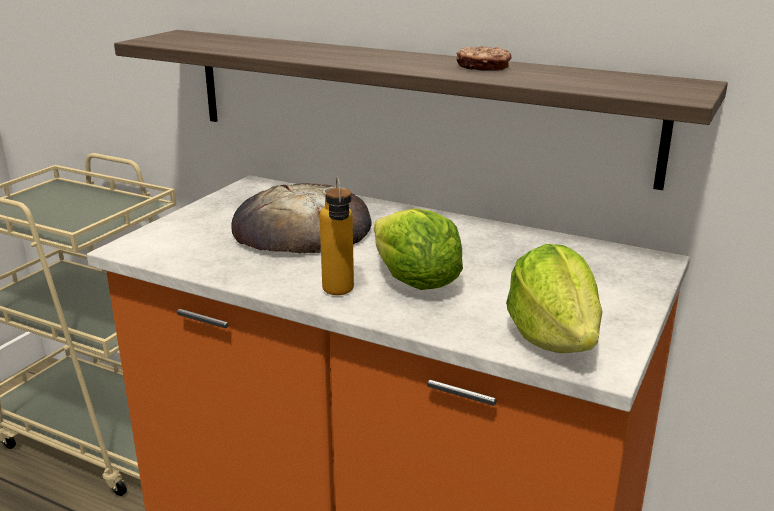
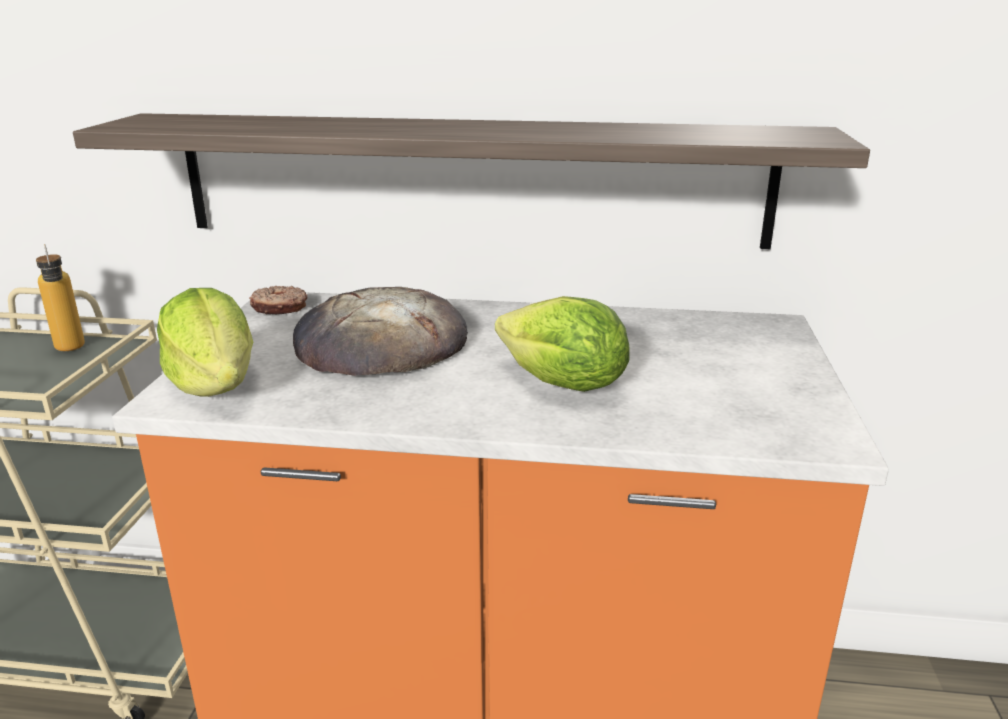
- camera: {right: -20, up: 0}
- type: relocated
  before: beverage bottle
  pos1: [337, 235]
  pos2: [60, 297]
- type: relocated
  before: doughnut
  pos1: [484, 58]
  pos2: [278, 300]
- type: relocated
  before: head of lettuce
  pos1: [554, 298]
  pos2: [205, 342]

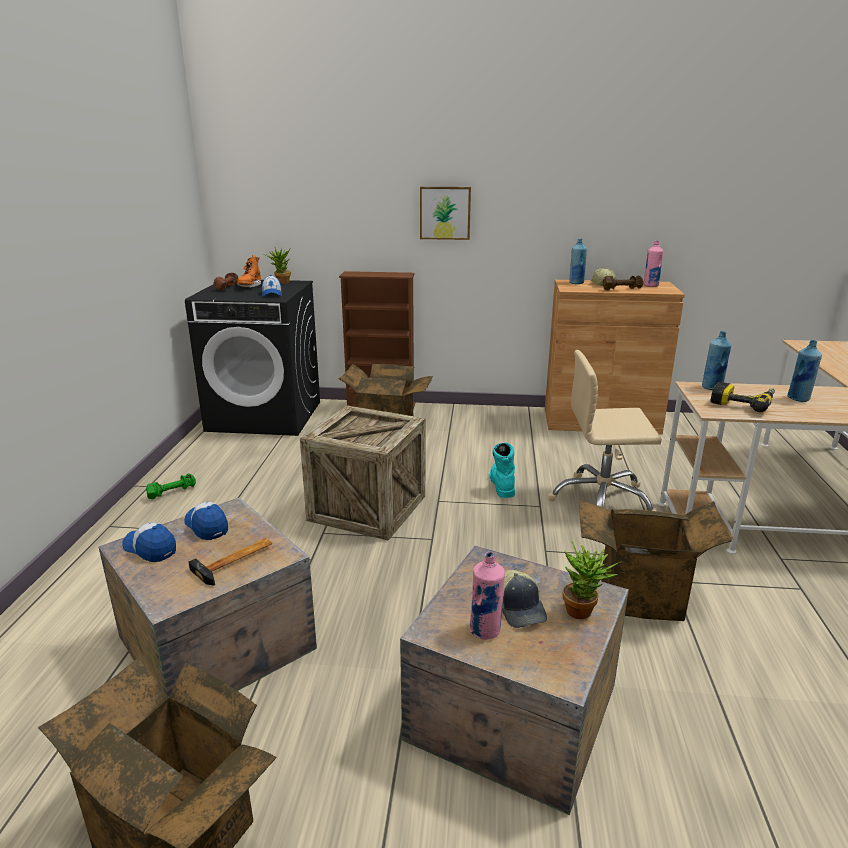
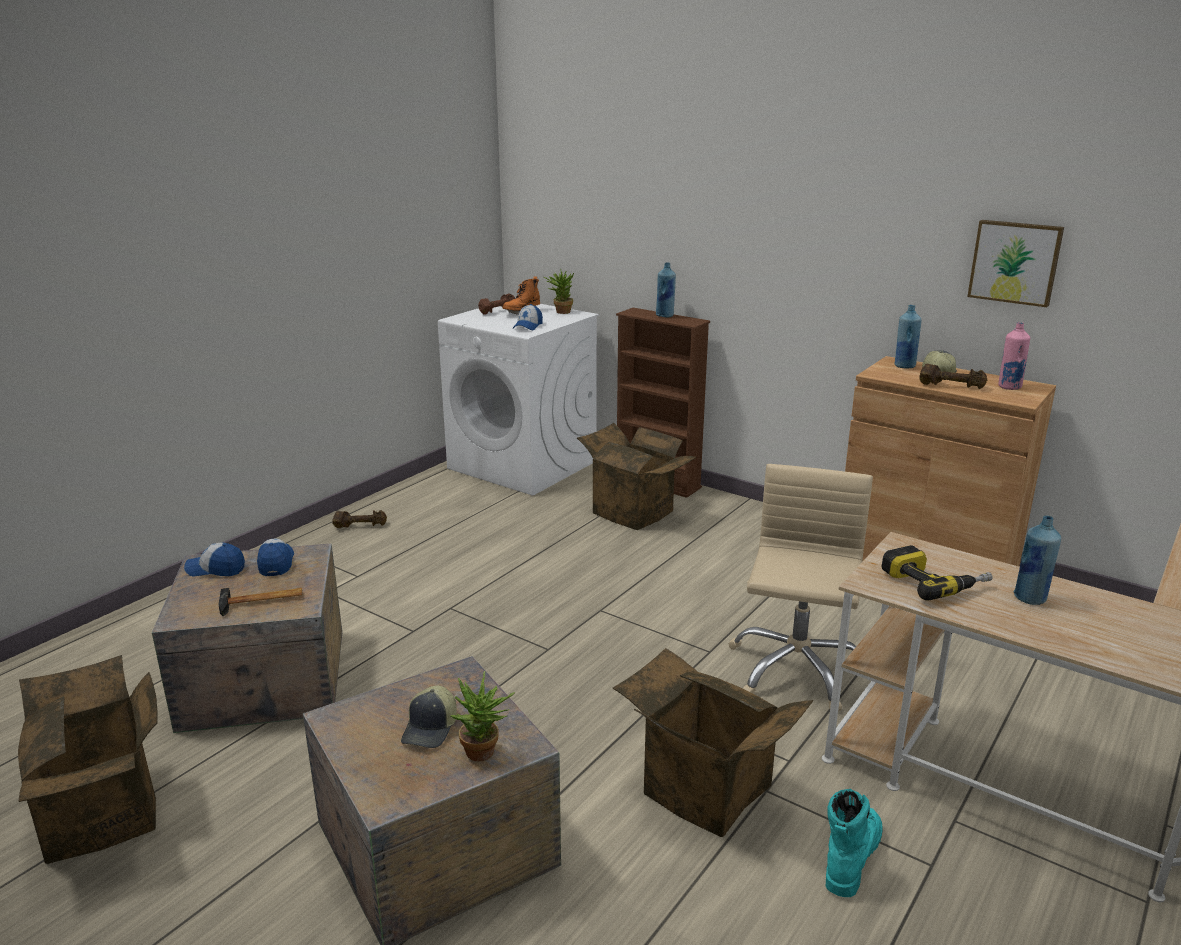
- camera: {right: 30, up: 0}
- type: missing
  before: crate
  pos1: [362, 473]
- type: missing
  before: beverage bottle (pinkish)
  pos1: [487, 596]
- type: relocated
  before: wall picture
  pos1: [445, 213]
  pos2: [1015, 263]
- type: relocated
  before: boot (blue-green)
  pos1: [502, 470]
  pos2: [854, 843]
- type: relocated
  before: beverage bottle (blue-coloured)
  pos1: [716, 360]
  pos2: [666, 289]
- type: colour
  before: free weight (green)
  after: free weight (brownish)
  pos1: [171, 486]
  pos2: [359, 519]
- type: colour
  before: laundry appliance (black)
  after: laundry appliance (whitish)
  pos1: [252, 358]
  pos2: [518, 400]
- type: spun
  before: baseball cap
  pos1: [149, 542]
  pos2: [214, 560]
  turn: -60
- type: spun
  before: computer chair (beige)
  pos1: [605, 430]
  pos2: [801, 587]
  turn: 75

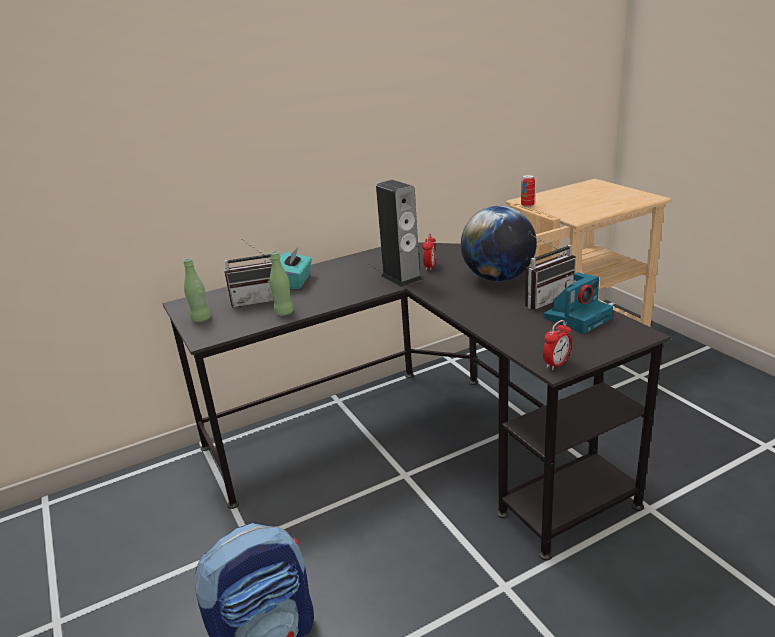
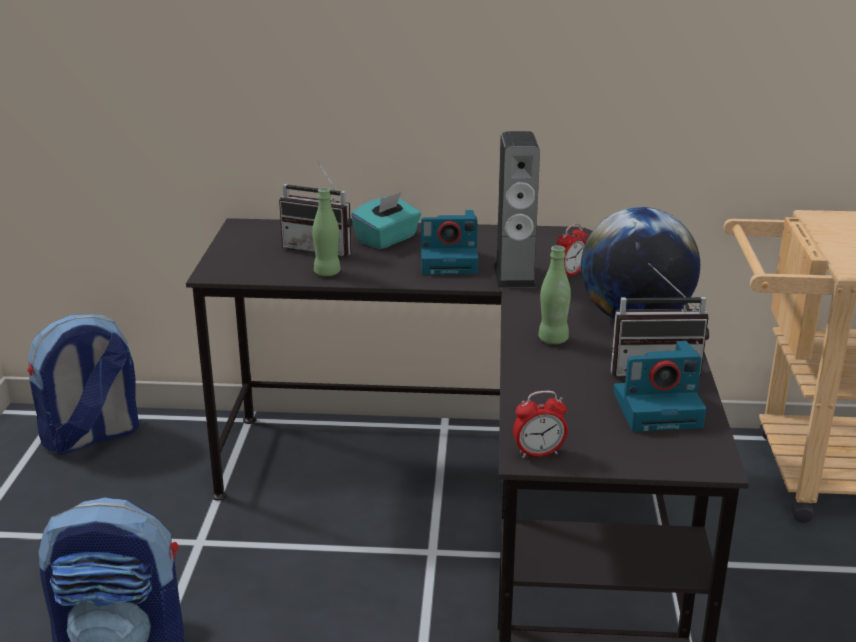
- camera: {right: 30, up: 0}
- type: missing
  before: sealed can
  pos1: [528, 191]
- type: appeared
  after: backpack
  pos2: [83, 384]
- type: appeared
  after: photo camera
  pos2: [449, 242]
- type: relocated
  before: beverage bottle (green)
  pos1: [197, 290]
  pos2: [554, 294]

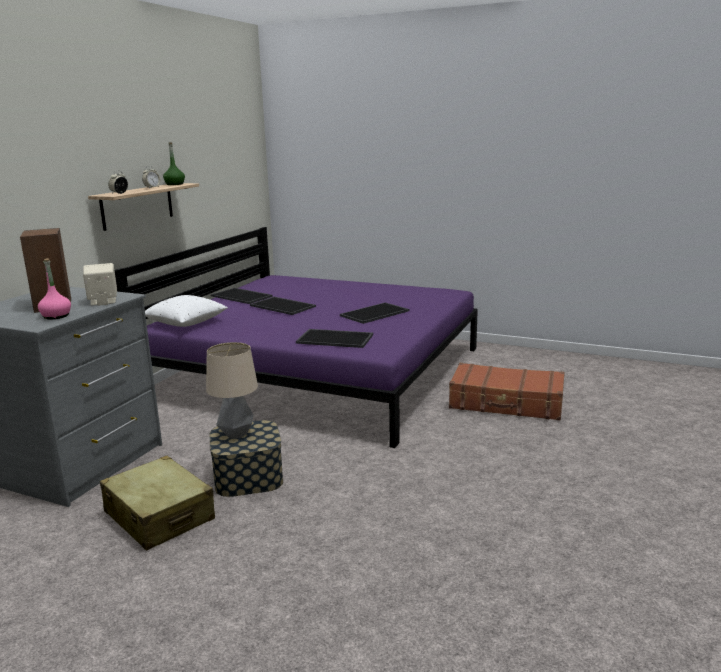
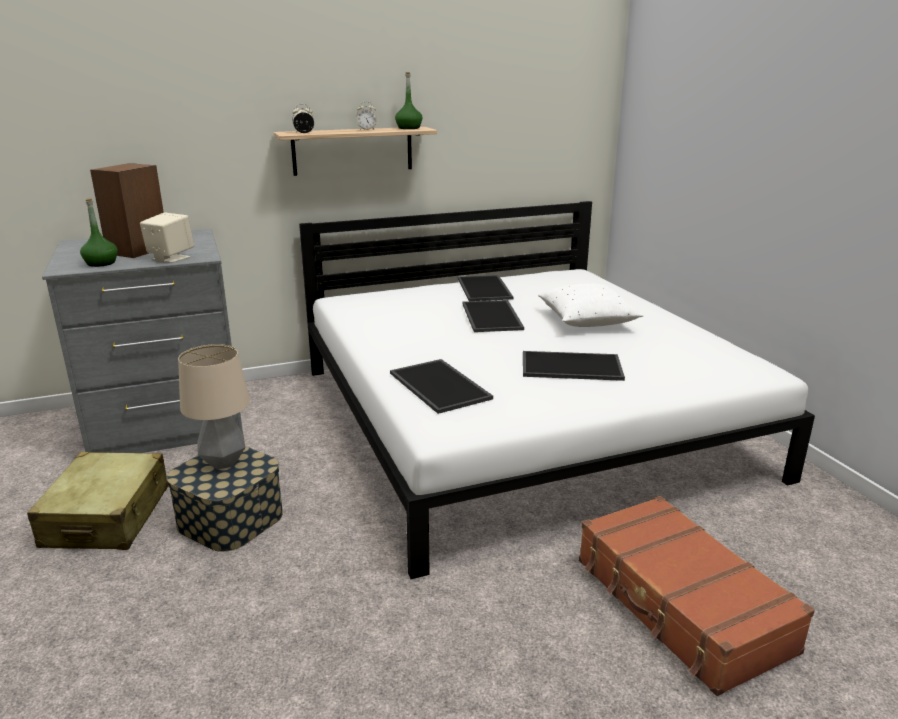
- camera: {right: 45, up: 5}
- type: relocated
  before: throw pillow (whitish)
  pos1: [186, 311]
  pos2: [591, 305]
- type: colour
  before: beverage bottle (pinkish)
  after: beverage bottle (green)
  pos1: [54, 288]
  pos2: [99, 232]
- type: colour
  before: bed (purple-coloured)
  after: bed (whitish)
  pos1: [296, 337]
  pos2: [557, 390]

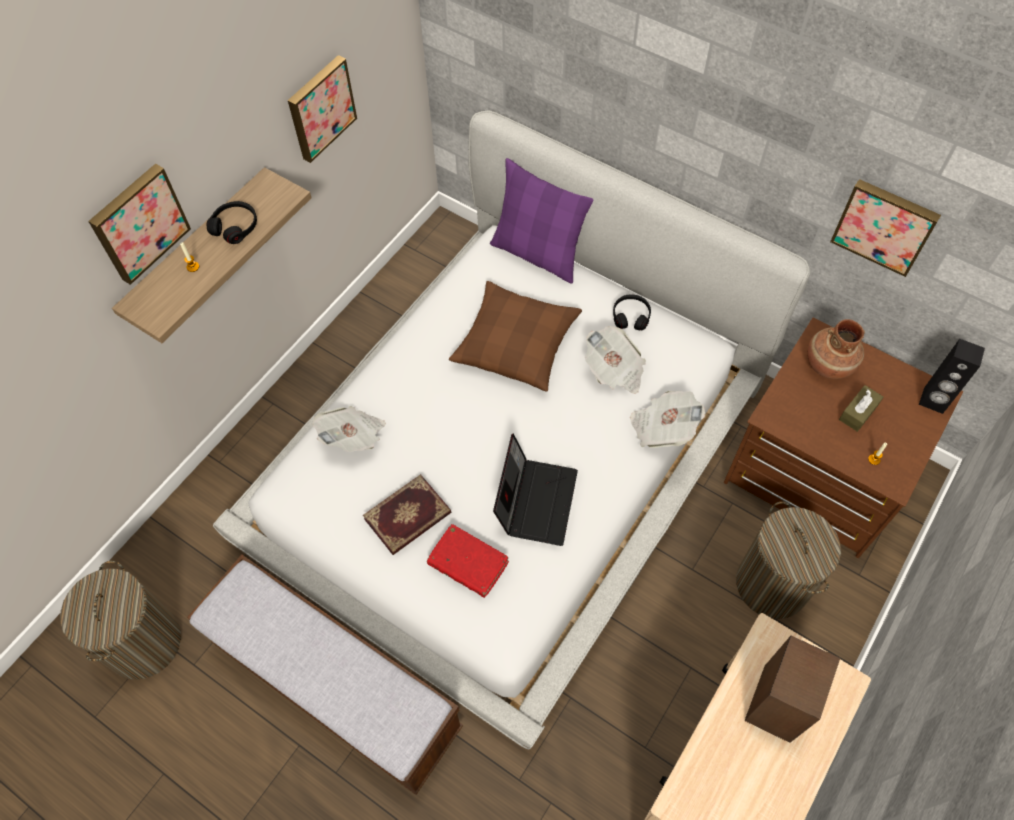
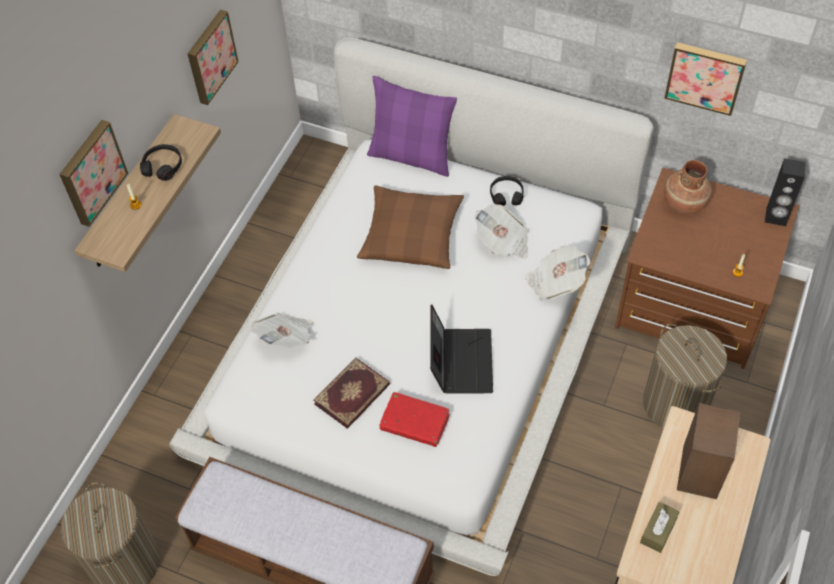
- camera: {right: -10, up: -5}
- type: relocated
  before: tissue holder (brownish)
  pos1: [861, 408]
  pos2: [659, 527]

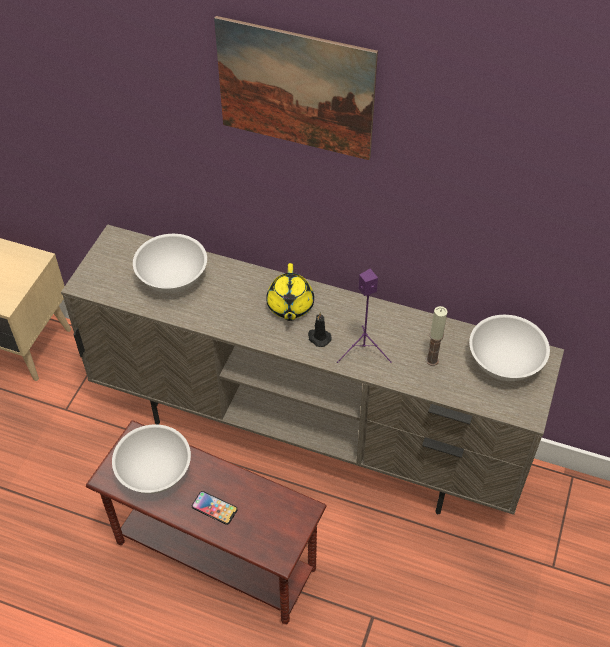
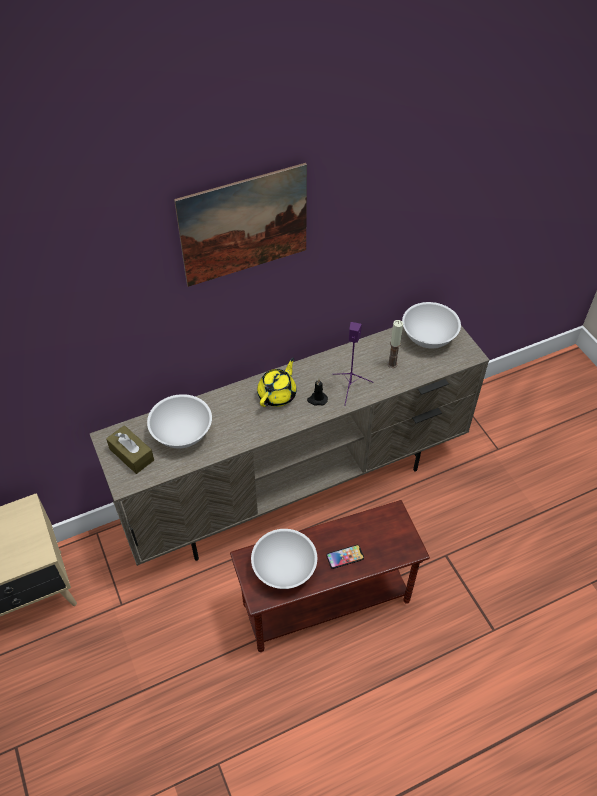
- camera: {right: -45, up: 0}
- type: appeared
  after: tissue holder (brownish)
  pos2: [130, 449]
- type: spun
  before: pot for tea (yellow-coloured)
  pos1: [290, 292]
  pos2: [277, 382]
  turn: -105

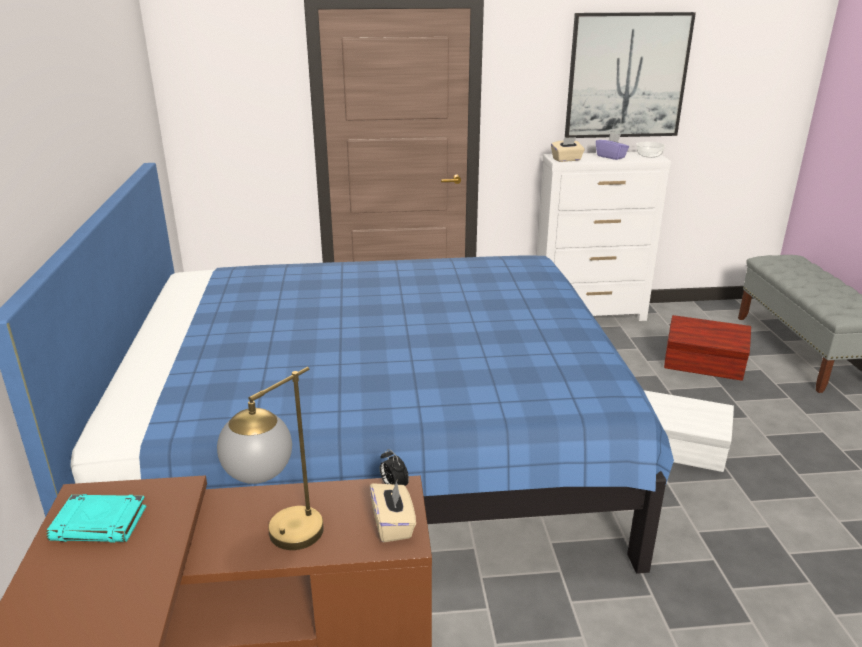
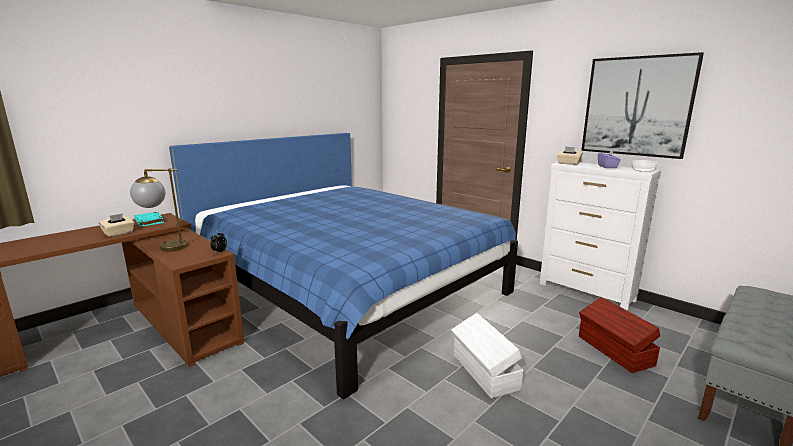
- camera: {right: 50, up: -10}
- type: relocated
  before: tissue holder (beige)
  pos1: [393, 512]
  pos2: [116, 225]

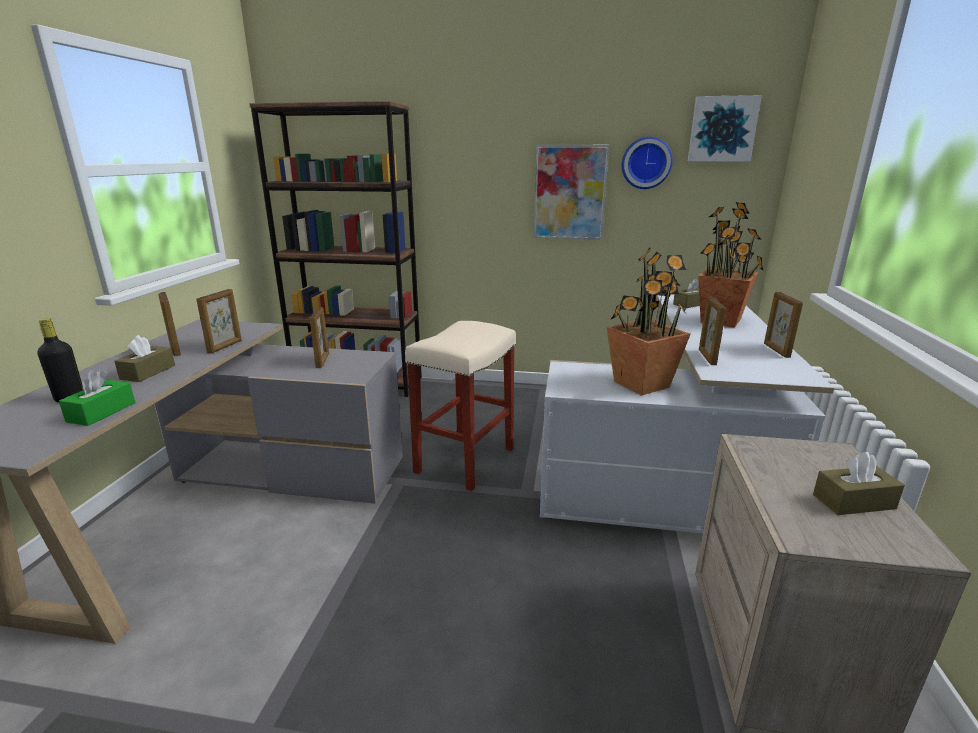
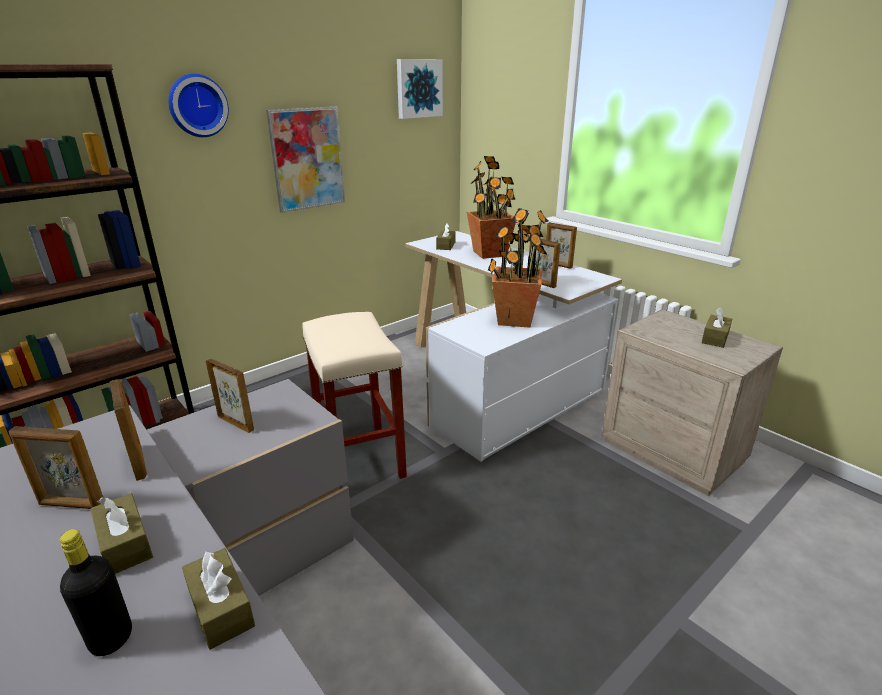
- camera: {right: -50, up: 5}
- type: relocated
  before: clock on the wall
  pos1: [647, 163]
  pos2: [198, 105]
- type: colour
  before: tissue holder (green)
  after: tissue holder (brownish)
  pos1: [97, 398]
  pos2: [218, 599]

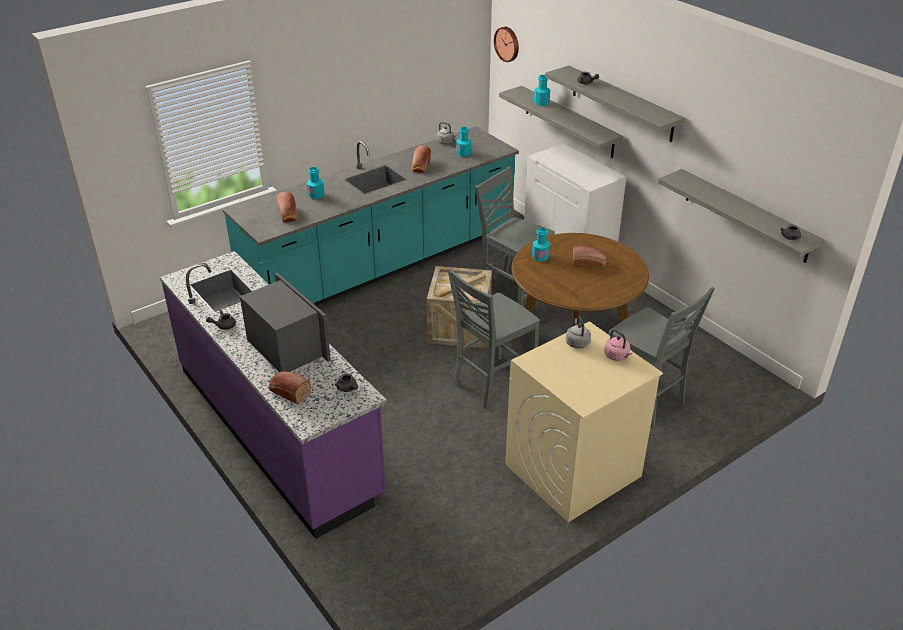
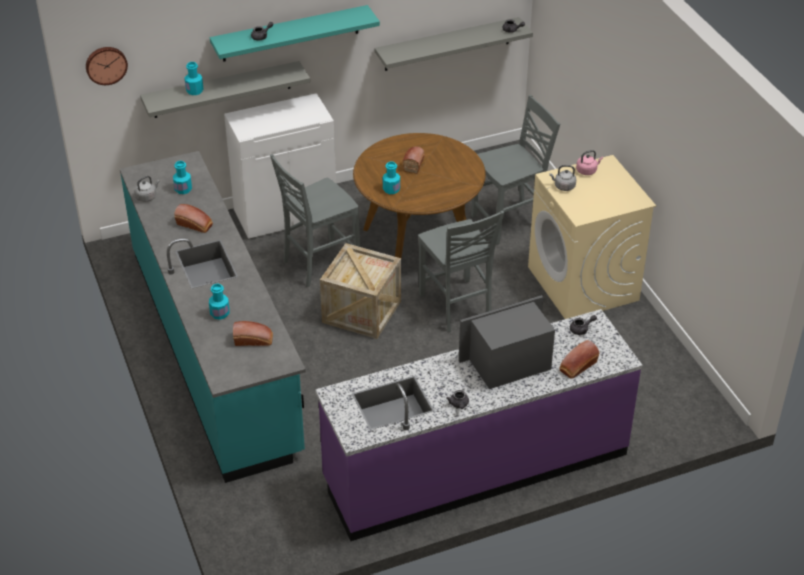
- camera: {right: -75, up: 5}
- type: colour
  before: bracket shelf (gray)
  after: bracket shelf (blue-green)
  pos1: [615, 103]
  pos2: [295, 33]

